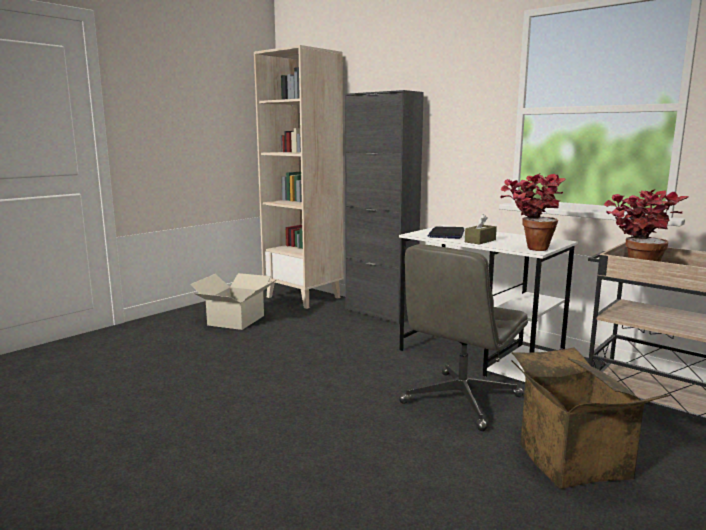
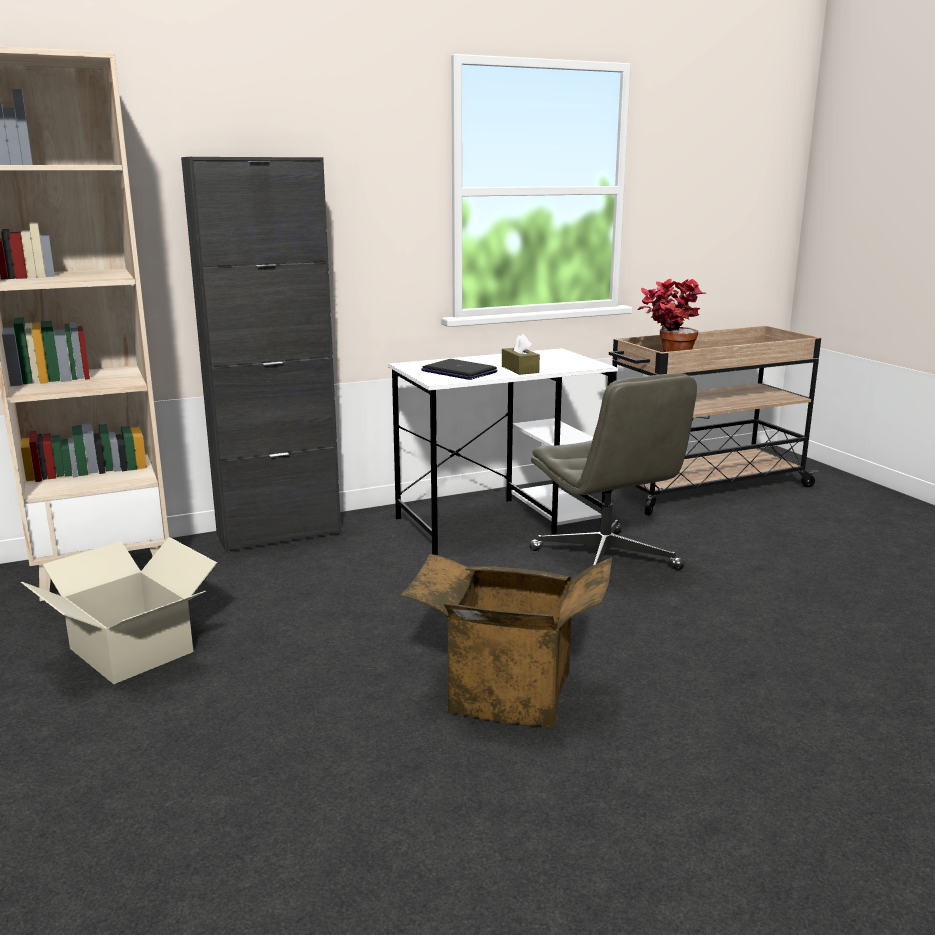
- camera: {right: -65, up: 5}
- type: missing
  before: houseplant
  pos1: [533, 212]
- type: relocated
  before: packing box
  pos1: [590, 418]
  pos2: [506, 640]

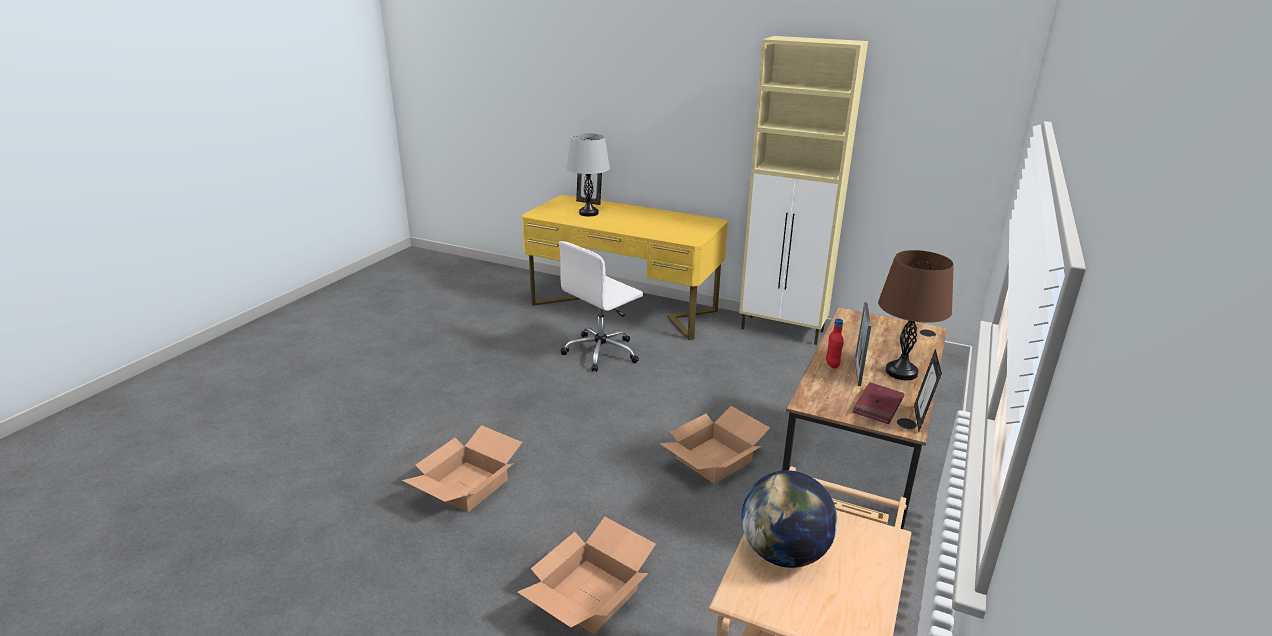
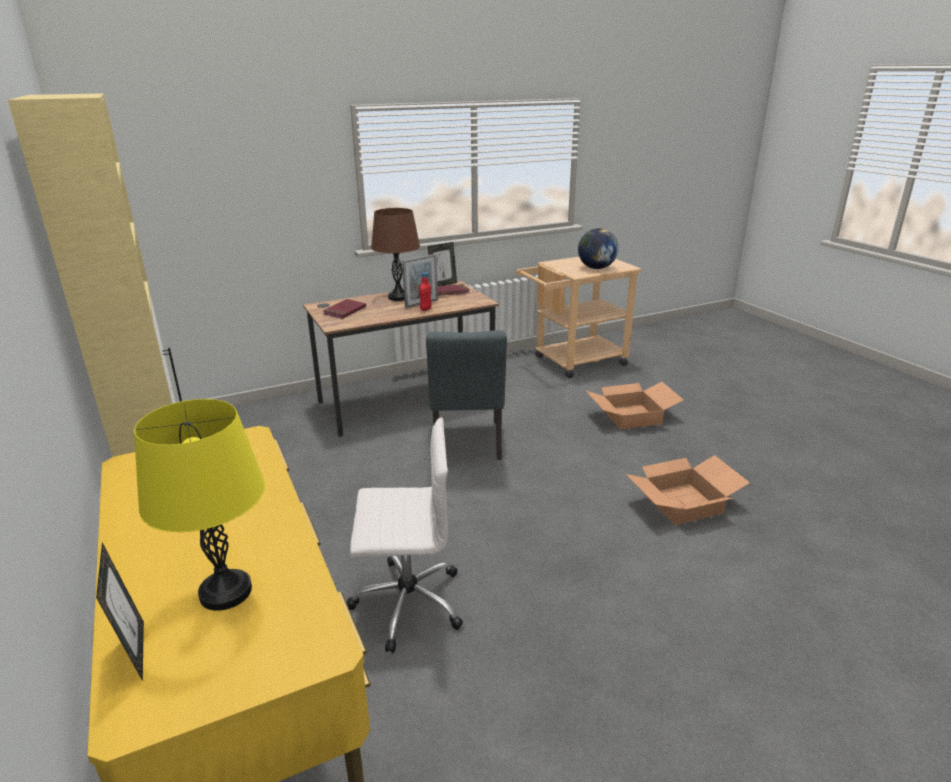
- camera: {right: -140, up: 0}
- type: appeared
  after: book (red-coloured)
  pos2: [344, 309]
- type: exchanged
  before: packing box
  after: plain chair (gray)
  pos1: [714, 445]
  pos2: [466, 395]
- type: colour
  before: table lamp (gray)
  after: table lamp (yellow-coloured)
  pos1: [588, 174]
  pos2: [199, 505]

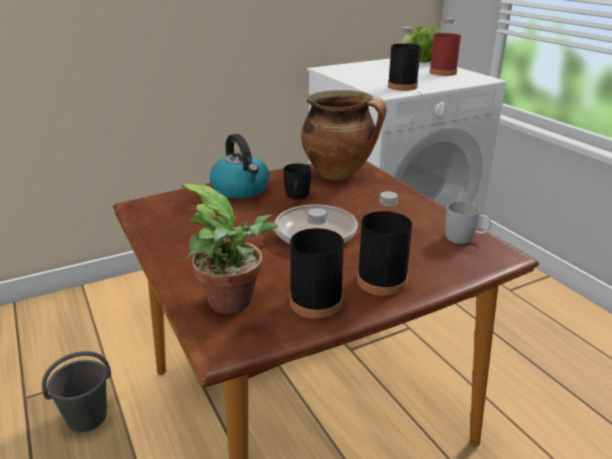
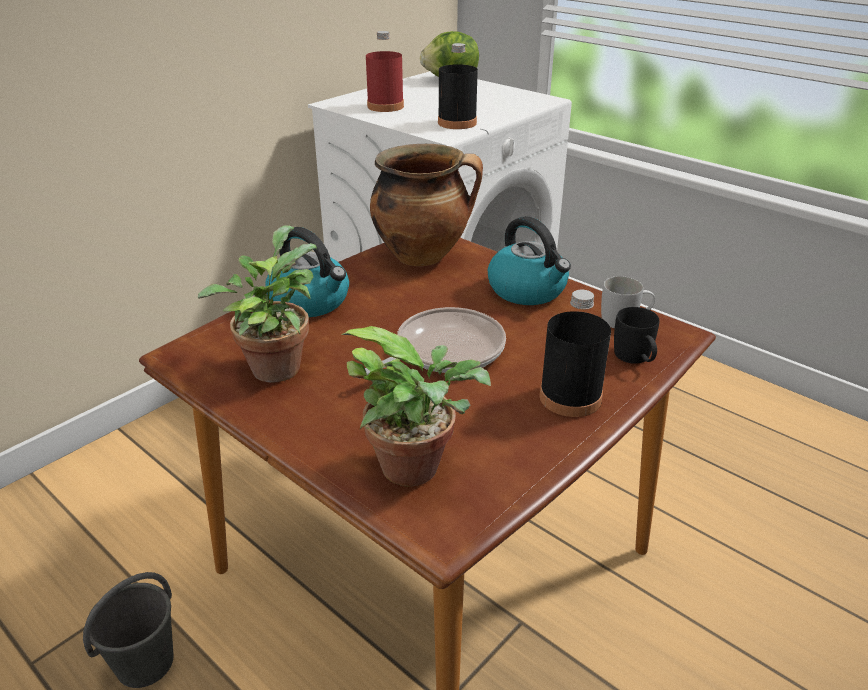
- camera: {right: -20, up: 5}
- type: missing
  before: beverage bottle (black)
  pos1: [317, 263]
- type: appeared
  after: houseplant
  pos2: [257, 304]
- type: appeared
  after: kettle
  pos2: [529, 260]
- type: relocated
  before: mug (black)
  pos1: [297, 181]
  pos2: [636, 335]
- type: relocated
  before: beverage bottle (red-coloured)
  pos1: [445, 47]
  pos2: [385, 71]

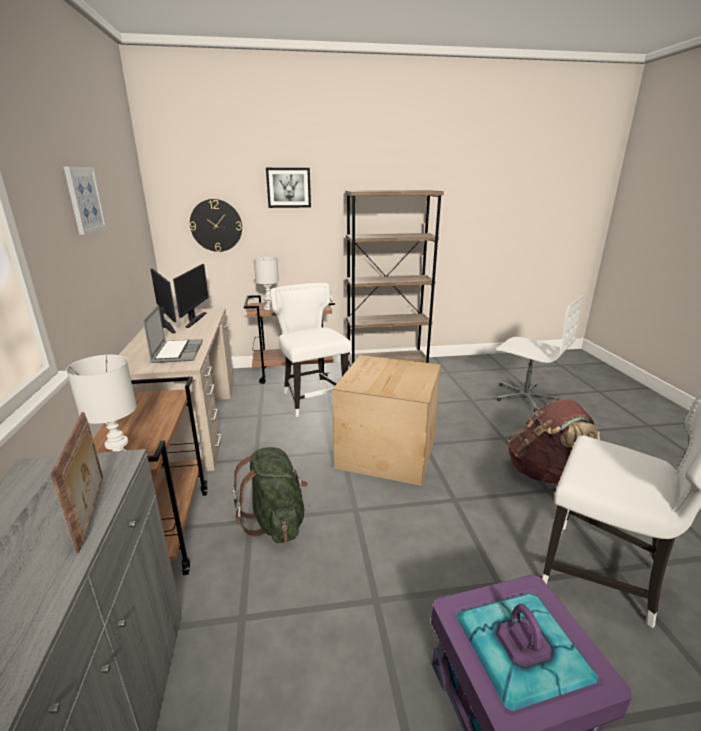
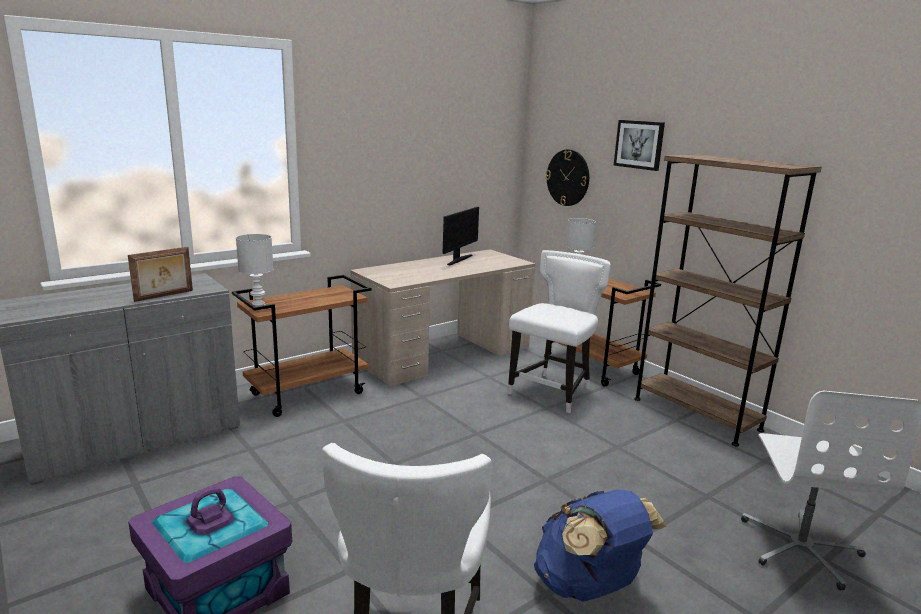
- camera: {right: 60, up: -5}
- type: missing
  before: wall picture
  pos1: [85, 200]
- type: missing
  before: laptop
  pos1: [173, 334]
- type: missing
  before: computer screen
  pos1: [191, 296]
- type: missing
  before: backpack (green)
  pos1: [270, 495]
- type: missing
  before: packing box
  pos1: [386, 420]
- type: colour
  before: backpack (brownish)
  after: backpack (blue-coloured)
  pos1: [554, 441]
  pos2: [600, 546]

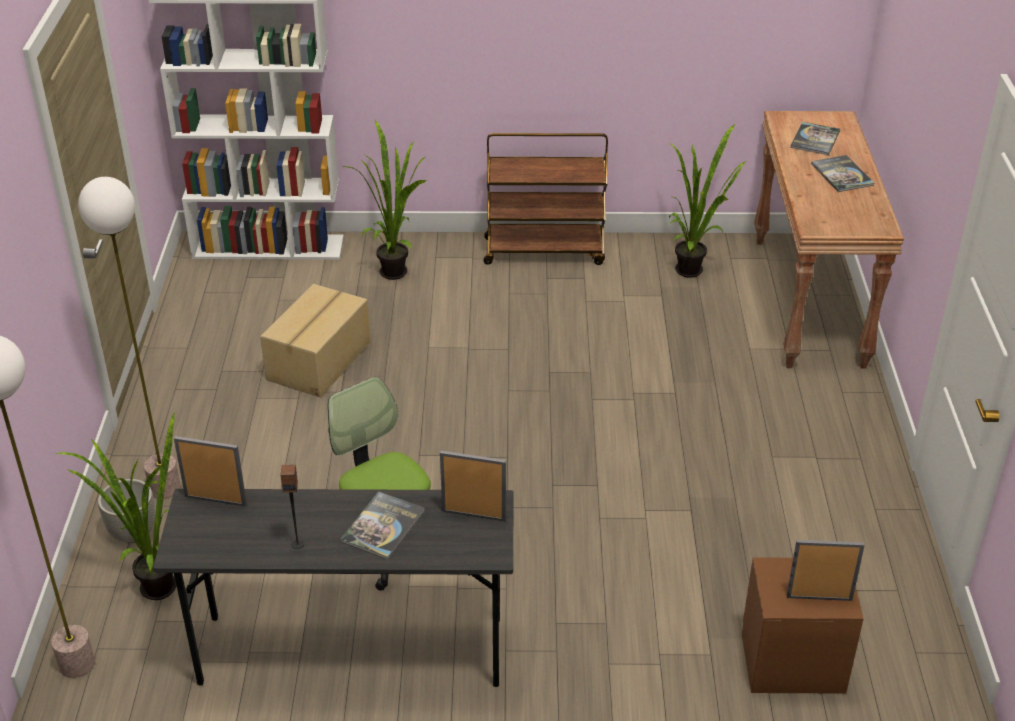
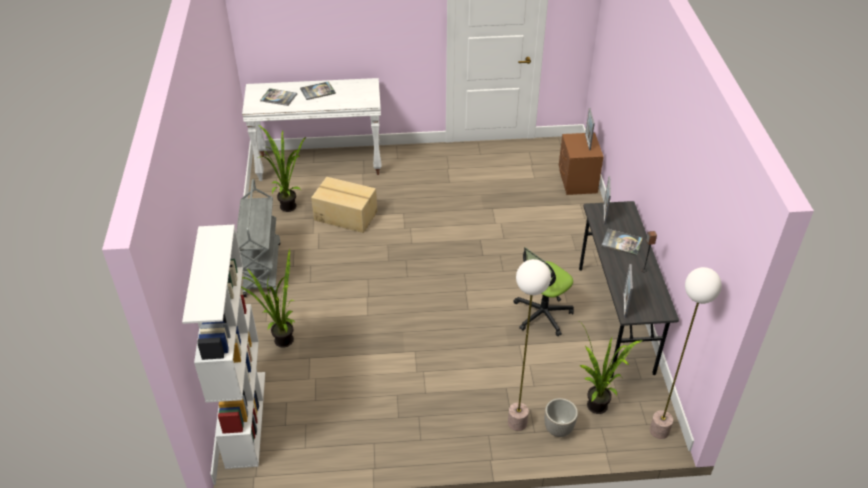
- camera: {right: -95, up: 5}
- type: relocated
  before: packing box
  pos1: [315, 340]
  pos2: [344, 205]
- type: colour
  before: wheeled cart (brownish)
  after: wheeled cart (gray)
  pos1: [546, 199]
  pos2: [258, 238]
- type: colour
  before: console table (brownish)
  after: console table (whitish)
  pos1: [829, 240]
  pos2: [312, 129]

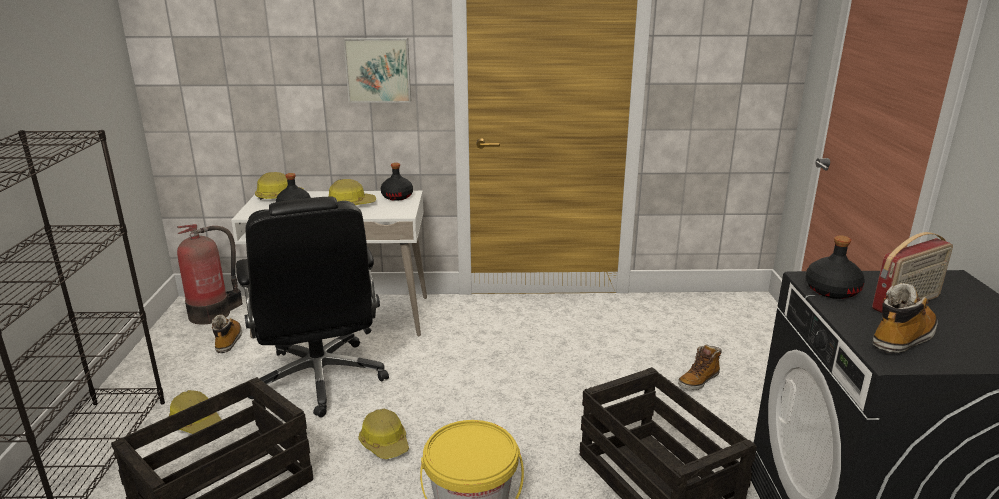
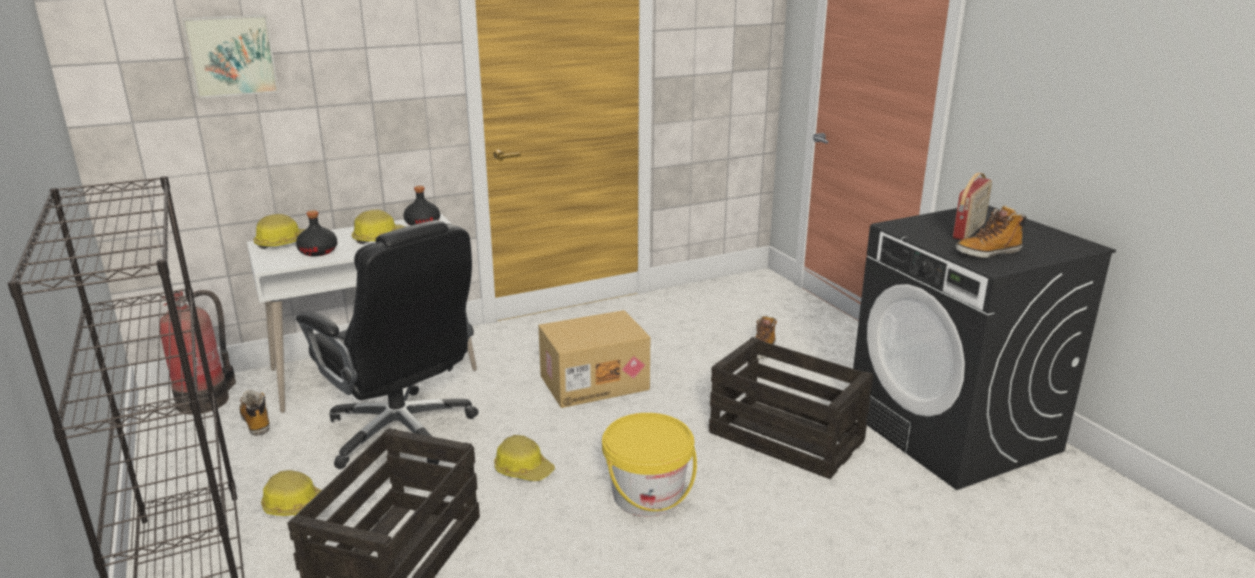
- camera: {right: -25, up: 0}
- type: missing
  before: beverage bottle (black)
  pos1: [835, 267]
- type: appeared
  after: packing box
  pos2: [594, 359]
- type: relocated
  before: wall picture
  pos1: [377, 70]
  pos2: [230, 56]
- type: spun
  before: boot
  pos1: [905, 318]
  pos2: [991, 231]
  turn: -135

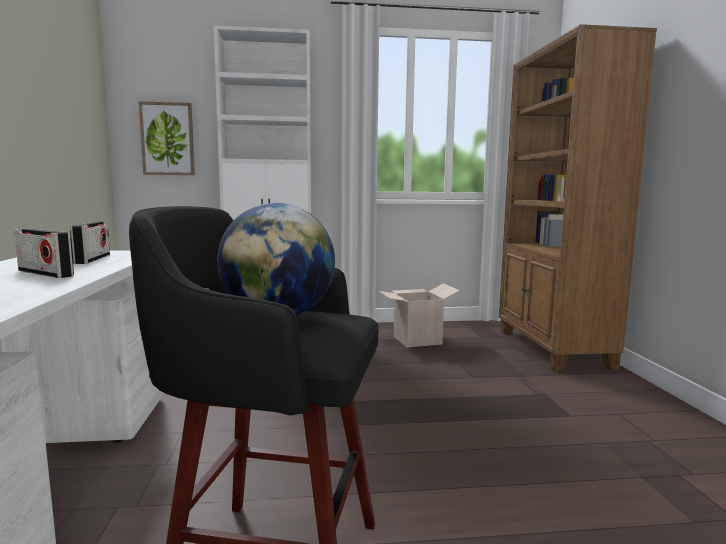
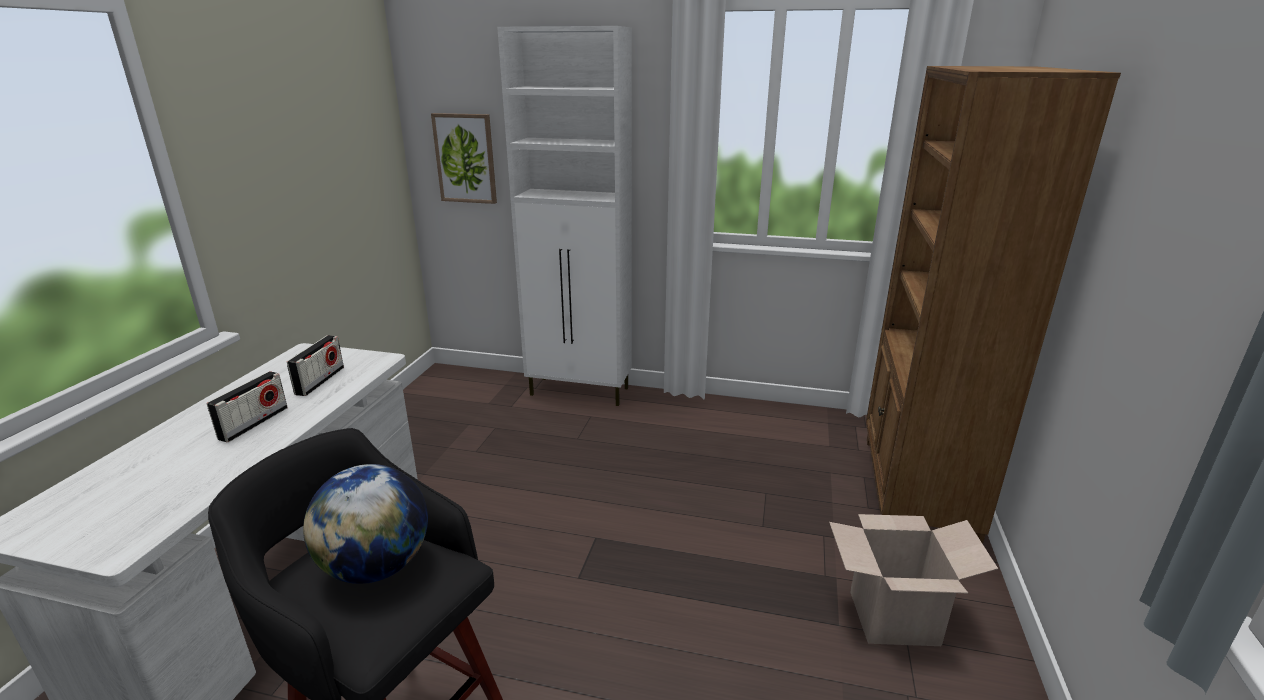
- camera: {right: 20, up: 15}
- type: relocated
  before: packing box
  pos1: [419, 316]
  pos2: [913, 580]
- type: spun
  before: radio set
  pos1: [44, 253]
  pos2: [247, 406]
  turn: -120

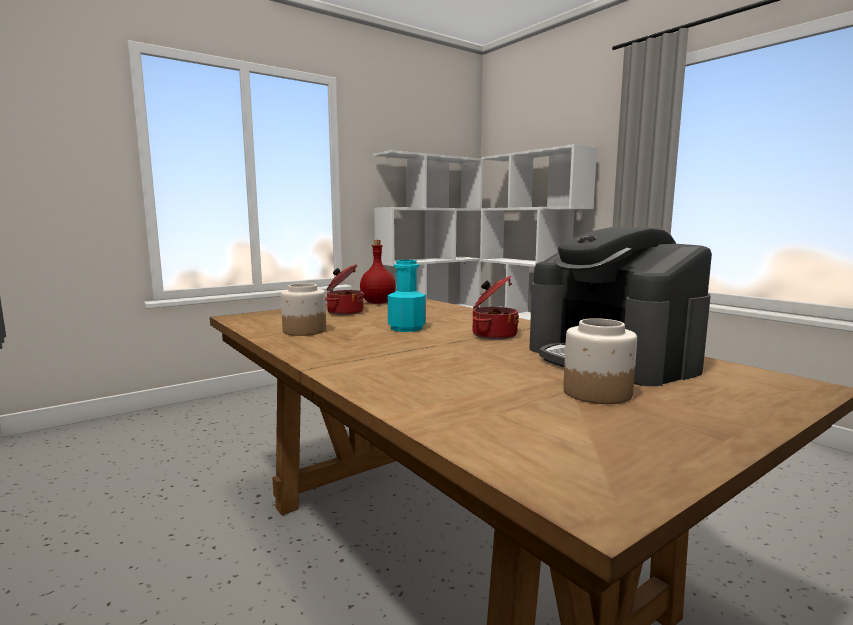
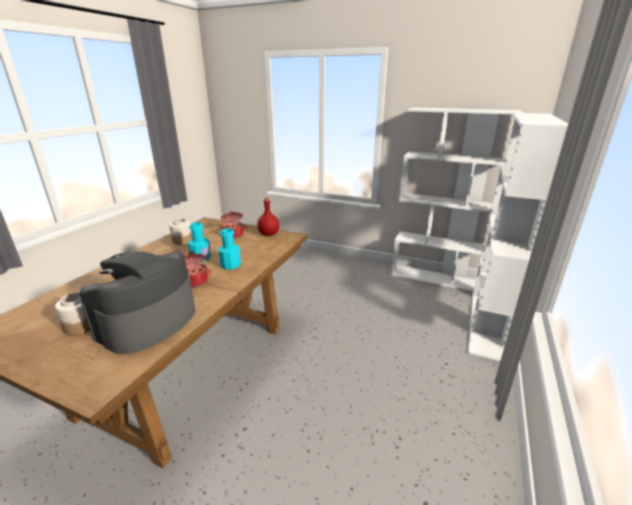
- camera: {right: 60, up: 15}
- type: appeared
  after: beverage bottle (blue-green)
  pos2: [229, 249]

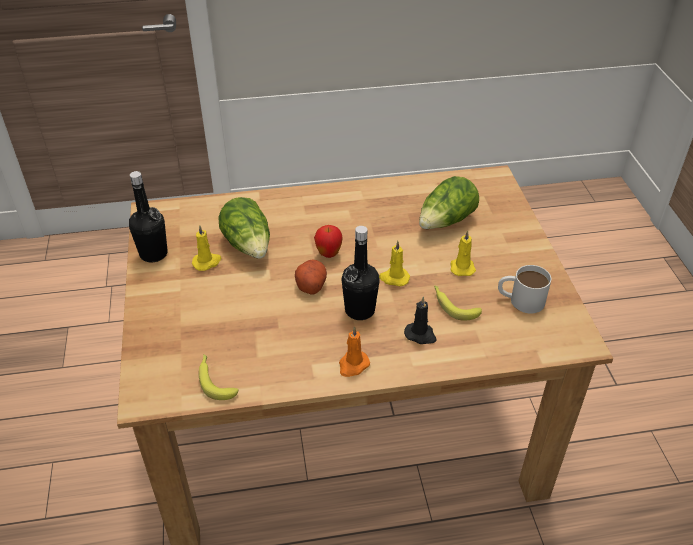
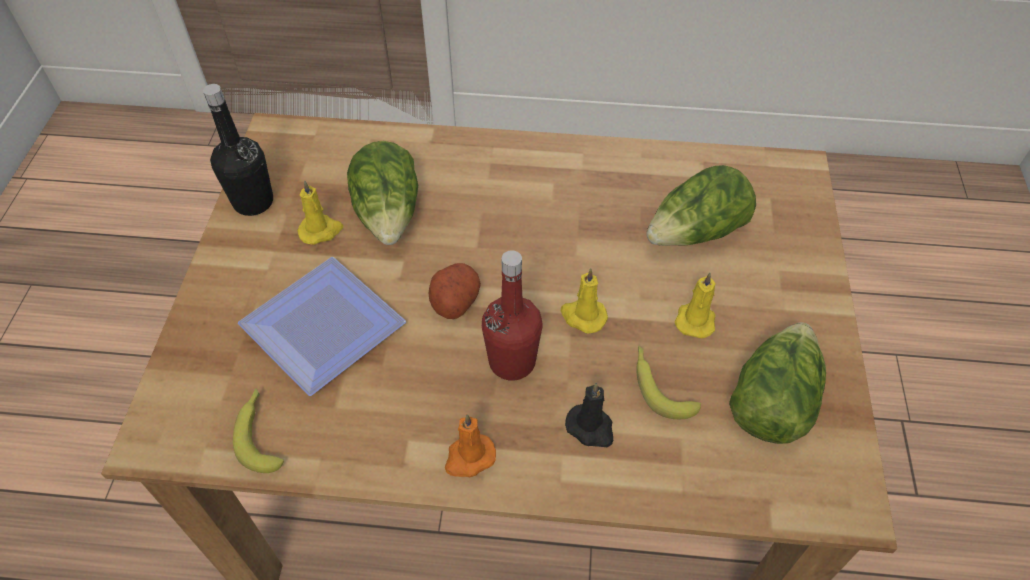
- camera: {right: 15, up: 10}
- type: missing
  before: whole apple
  pos1: [328, 241]
- type: appeared
  after: dinner plate
  pos2: [322, 326]
- type: exchanged
  before: mug (whitish)
  after: head of lettuce
  pos1: [524, 289]
  pos2: [777, 383]
- type: colour
  before: beverage bottle (black)
  after: beverage bottle (red-coloured)
  pos1: [361, 273]
  pos2: [512, 315]

